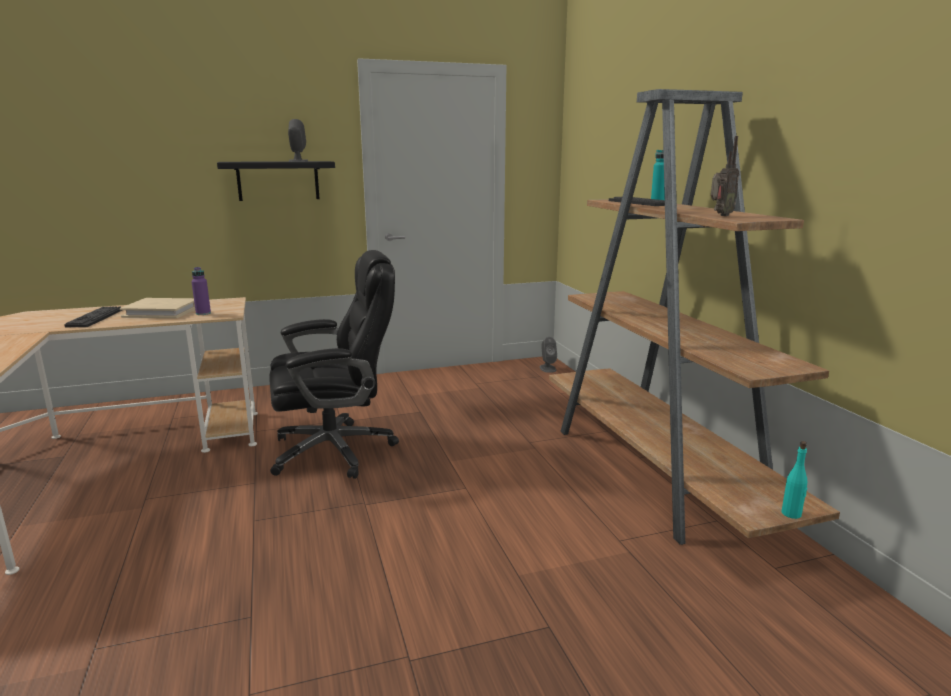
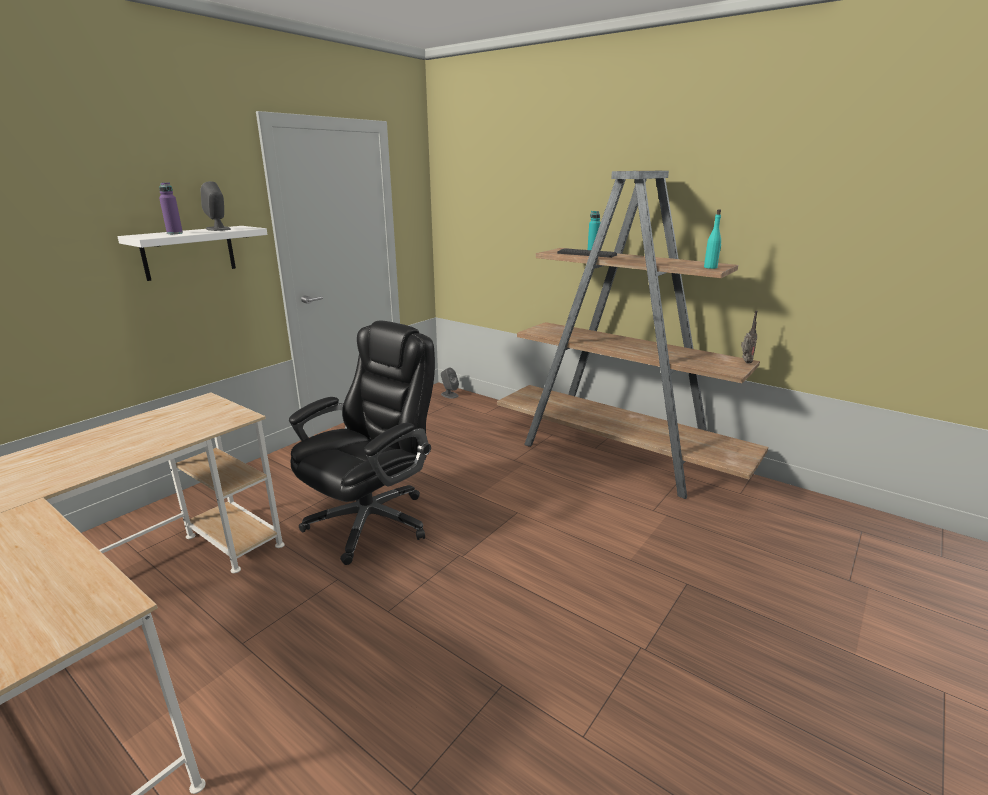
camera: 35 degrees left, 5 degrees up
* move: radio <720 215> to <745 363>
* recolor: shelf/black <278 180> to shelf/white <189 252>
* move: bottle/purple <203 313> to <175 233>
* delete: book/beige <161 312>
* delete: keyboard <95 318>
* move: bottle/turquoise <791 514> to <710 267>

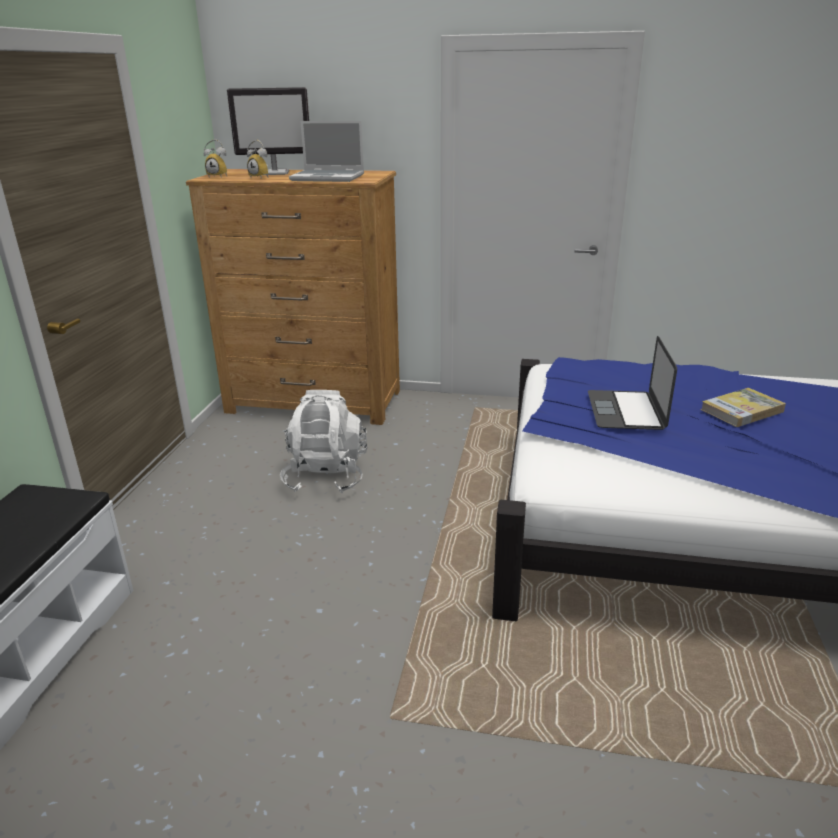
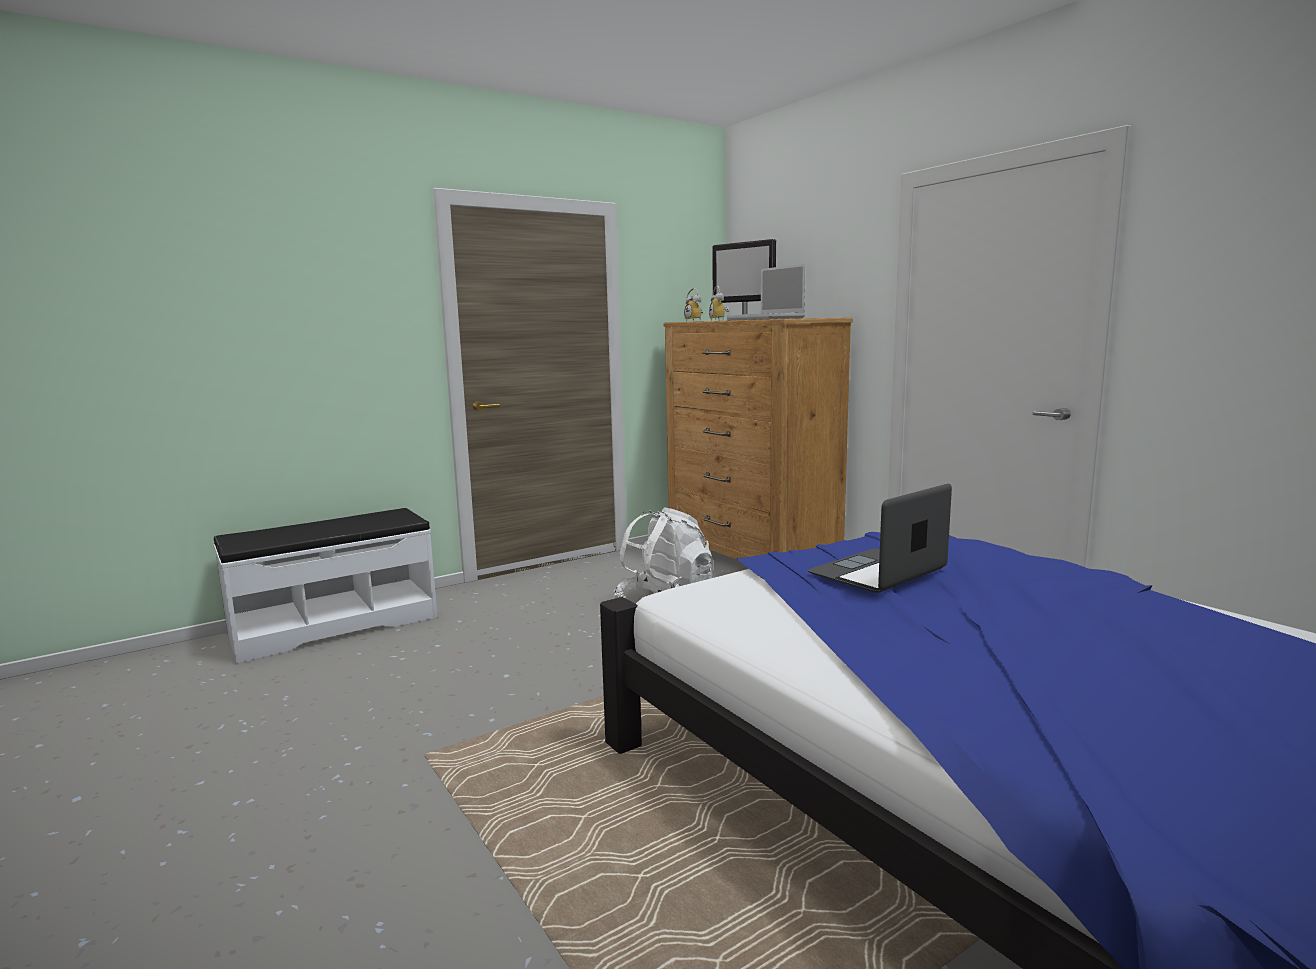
camera: 45 degrees right, 15 degrees down
* delete: book <742 410>

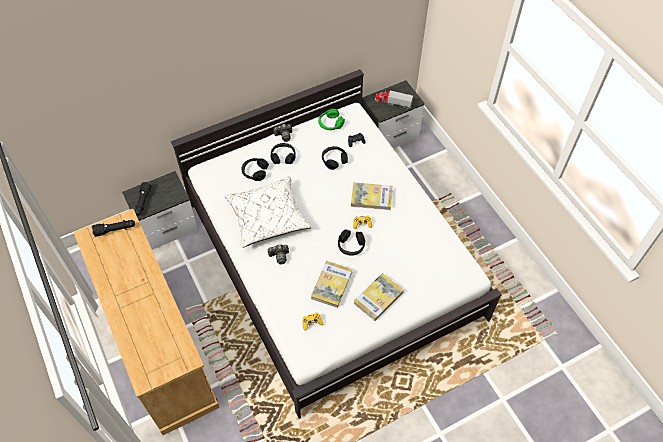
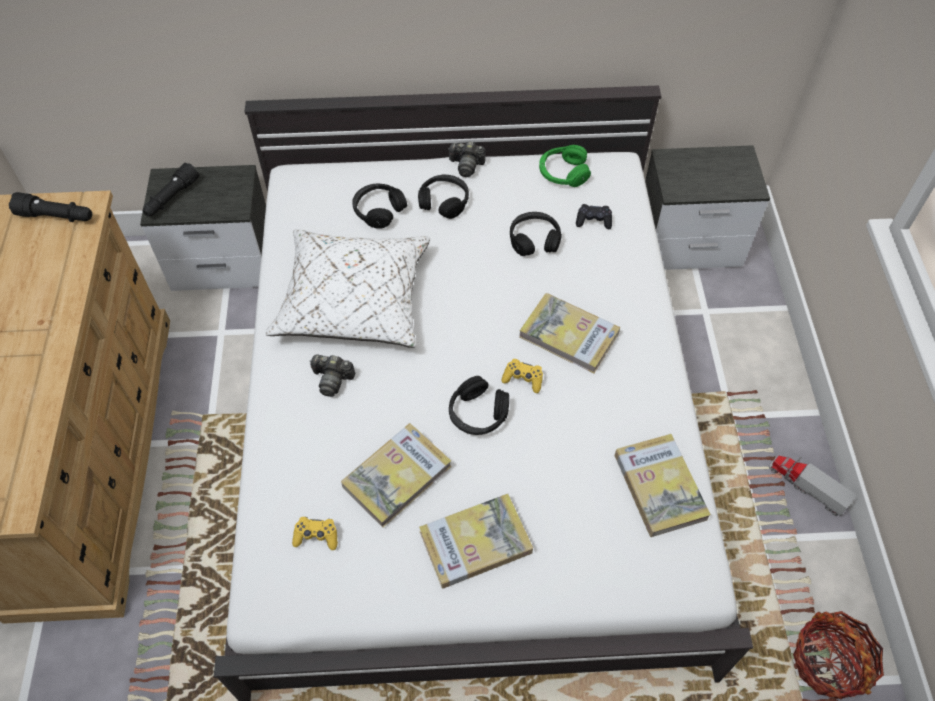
camera: 25 degrees right, 0 degrees up
* move: toy truck <393 102> to <807 487>
* insert: book <660 486>
* insert: basket <828 662>

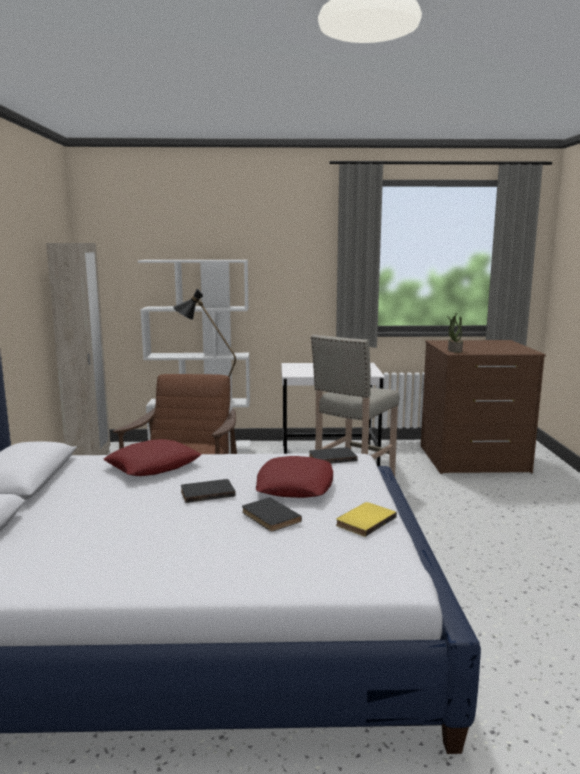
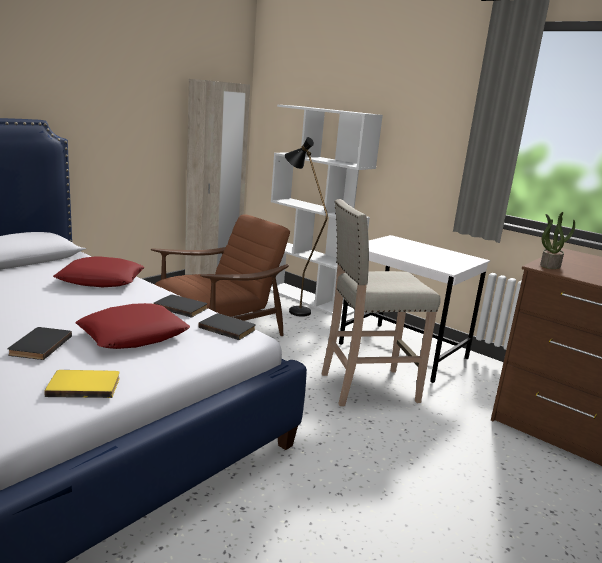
camera: 40 degrees right, 5 degrees up
* move: book/black <207 492> to <181 307>

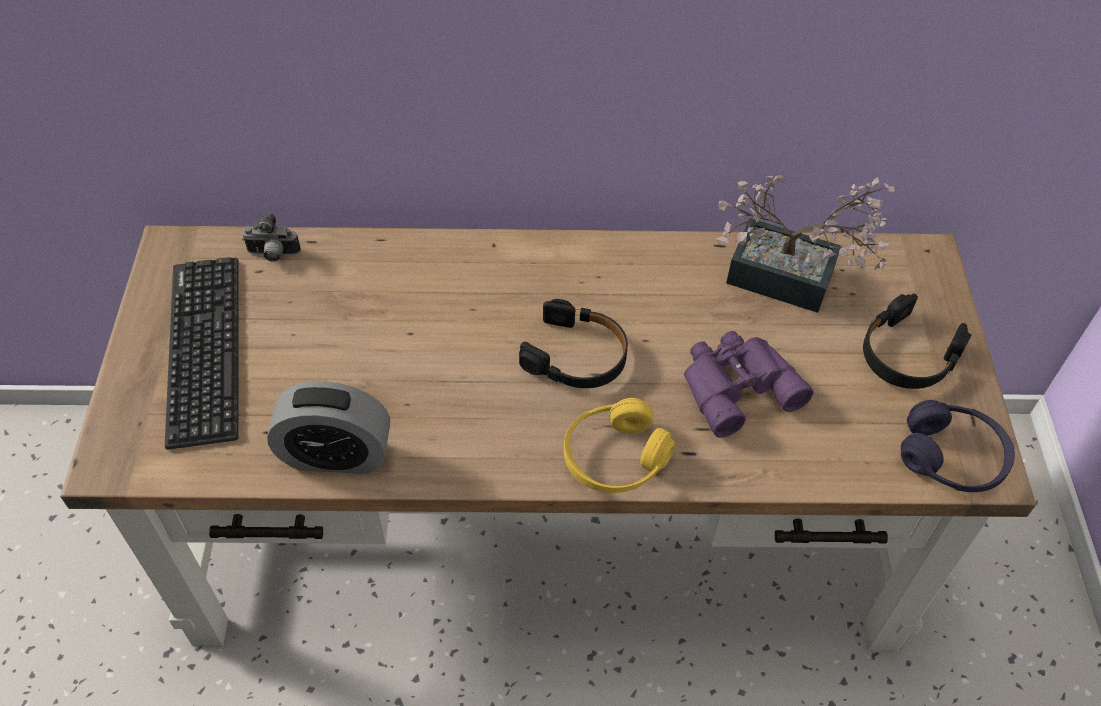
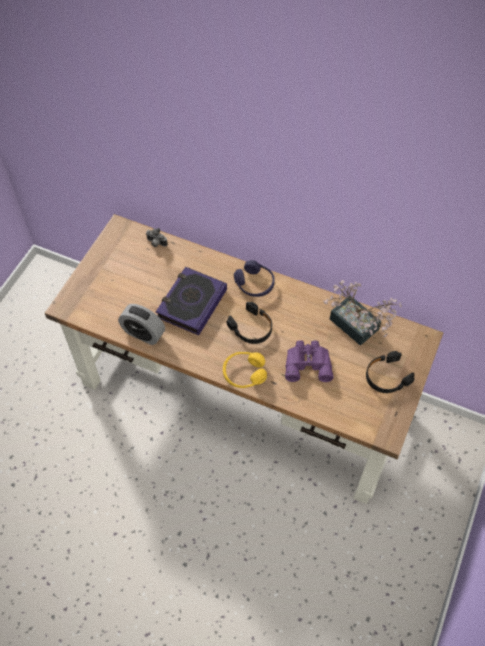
camera: 25 degrees right, 5 degrees up
* delete: keyboard <204 349>
* move: headphones/purple <951 457> to <254 284>
* insert: book <191 303>

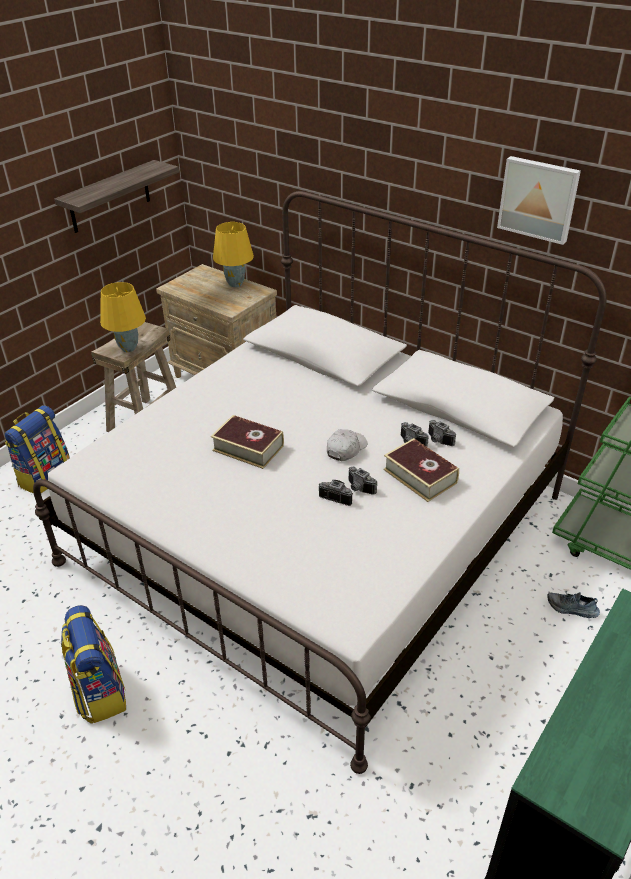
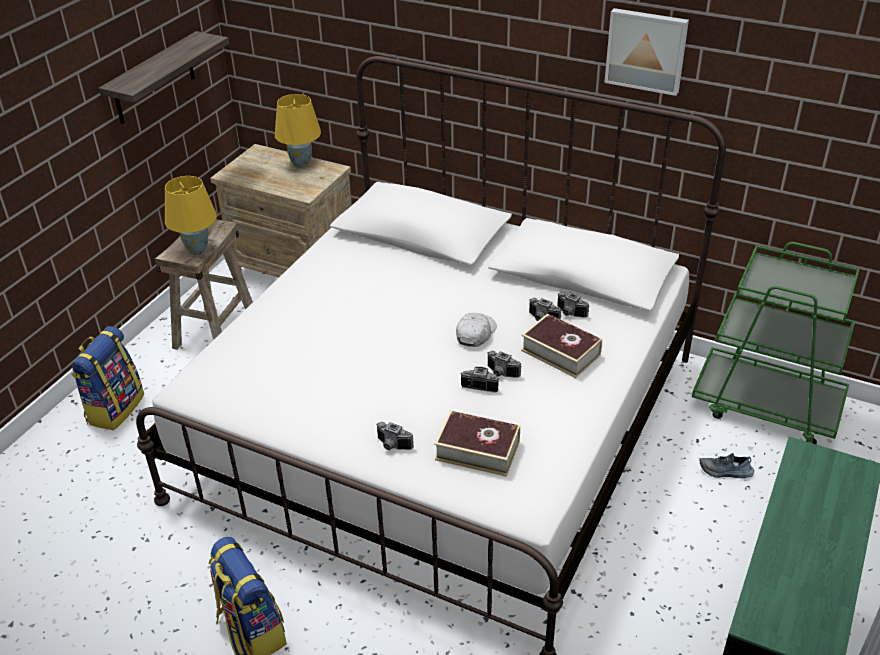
camera: 10 degrees left, 0 degrees up
* move: book <248 448> to <477 450>
* insert: photo camera <392 446>

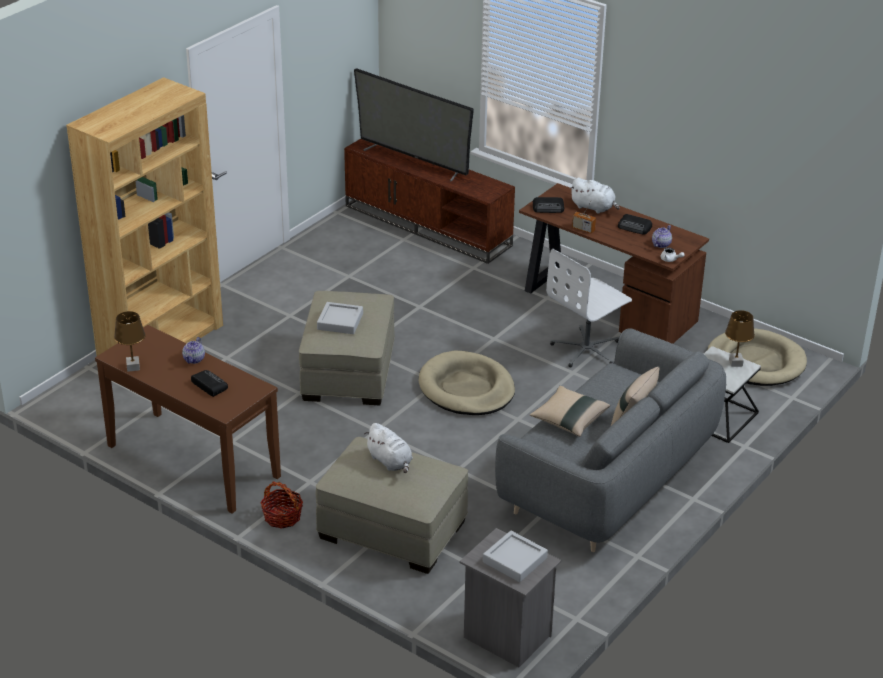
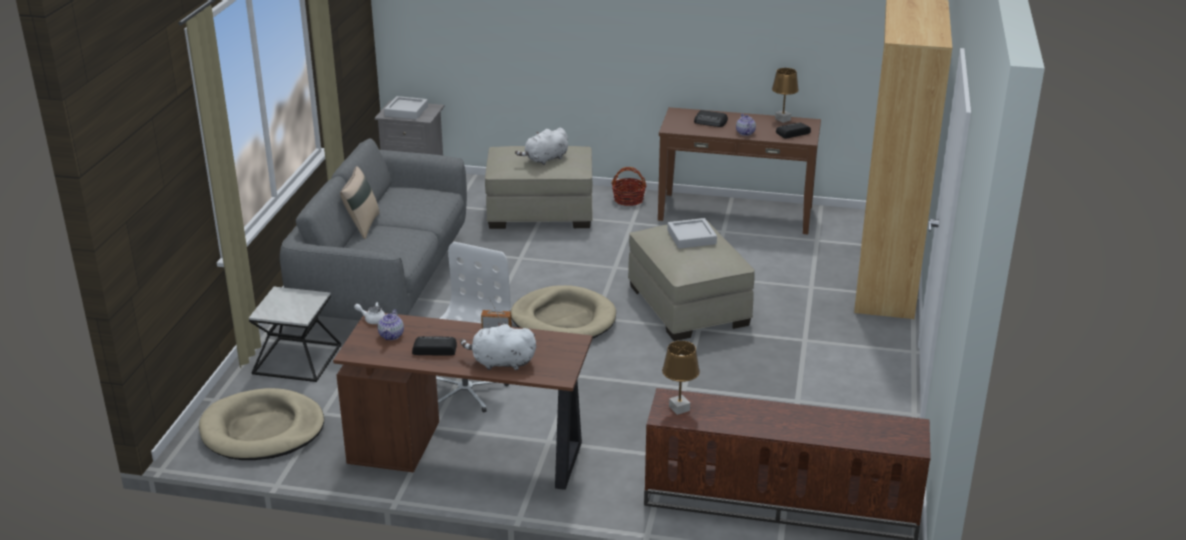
camera: 155 degrees right, 5 degrees down
* delete: television <413 160>
* move: radio <548 208> to <792 133>
* move: table lamp/brown <735 362> to <679 408>
* delete: pillow/beige <569 420>
* rotate: plush toy/white <390 462> = <545 159> 60 degrees counterclockwise

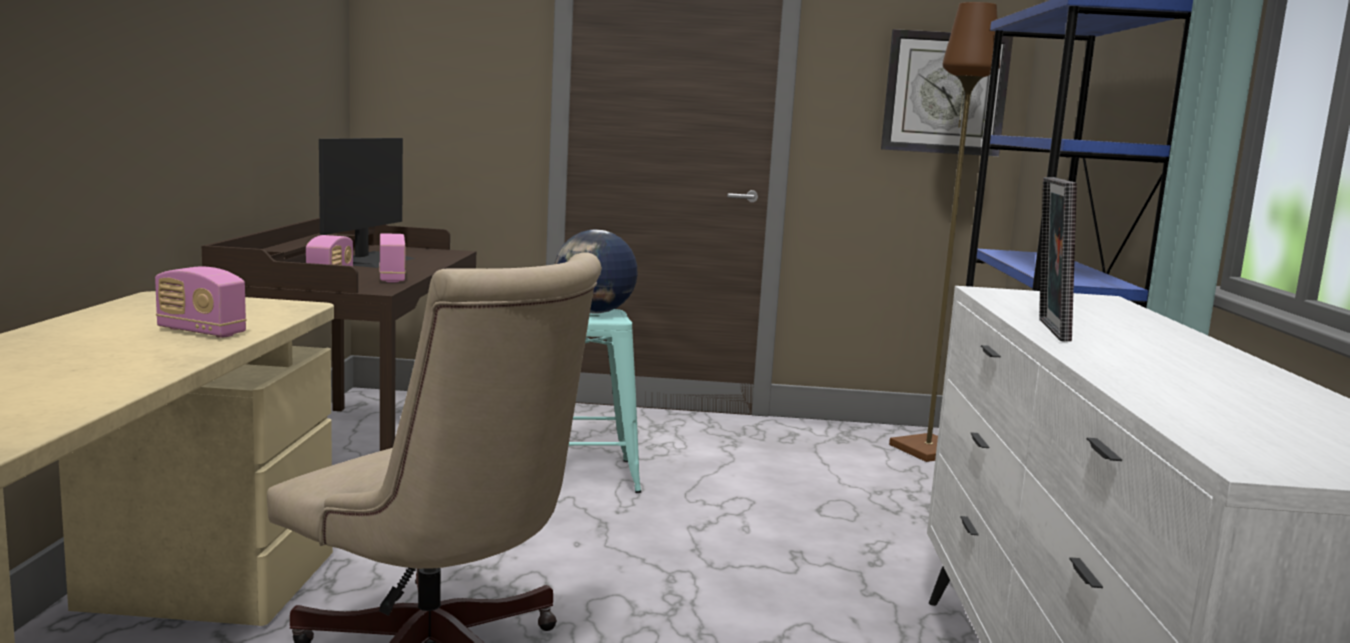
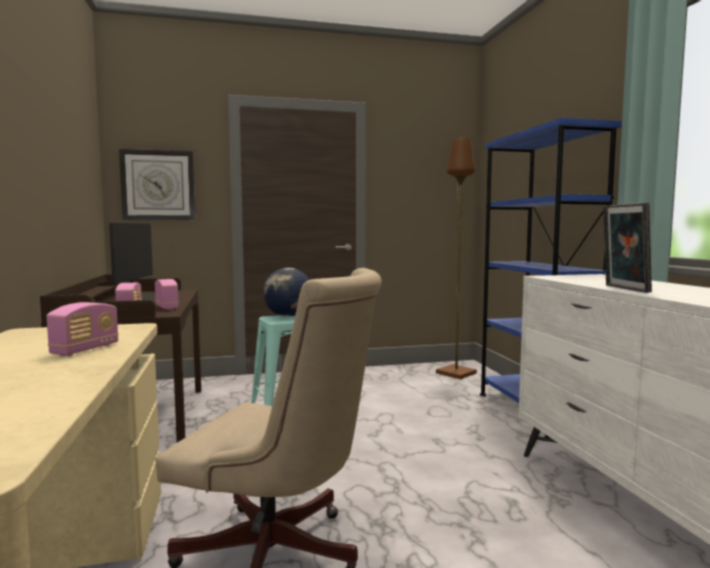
camera: 15 degrees left, 5 degrees down
* move: wall clock <945 93> to <158 185>
* rotate: radio <201 332> = <85 349> 75 degrees counterclockwise

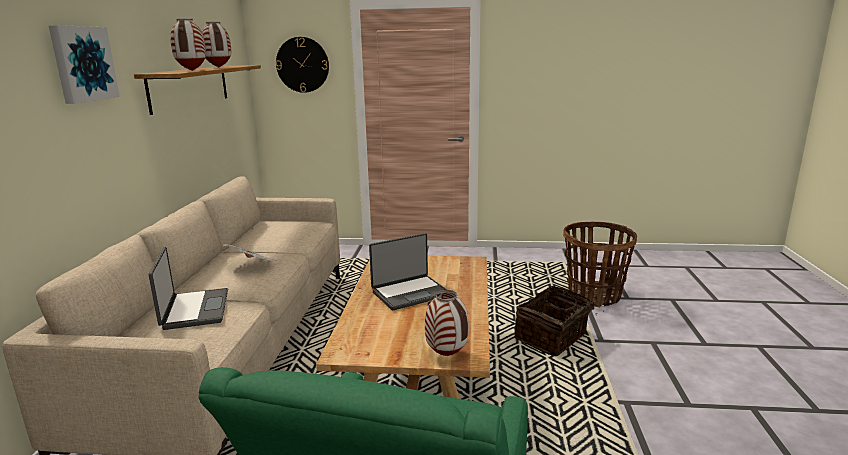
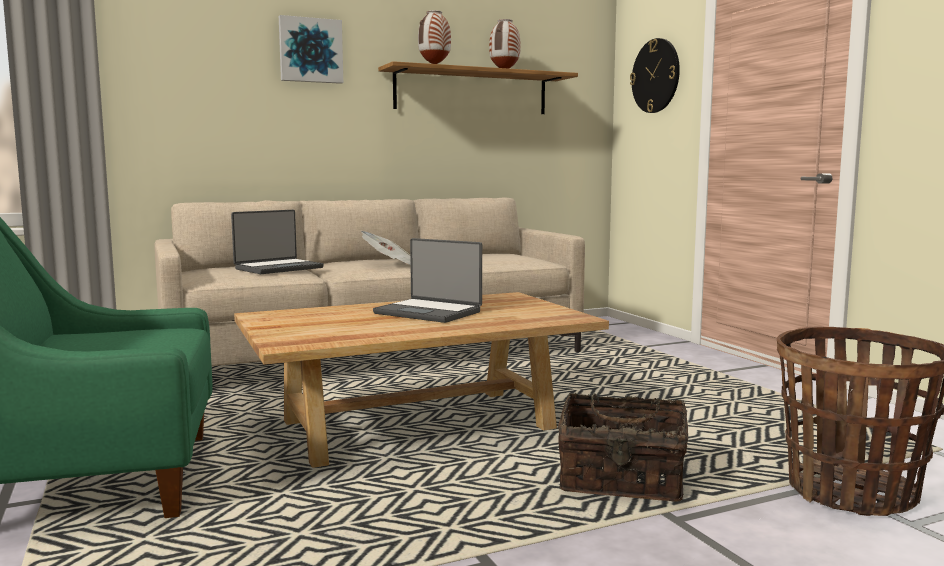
camera: 60 degrees right, 10 degrees down
* delete: vase <447 355>

